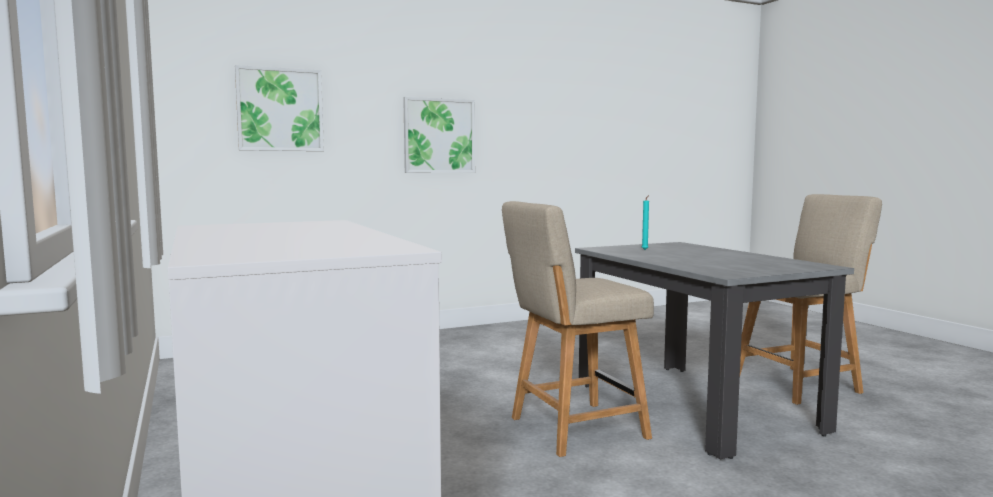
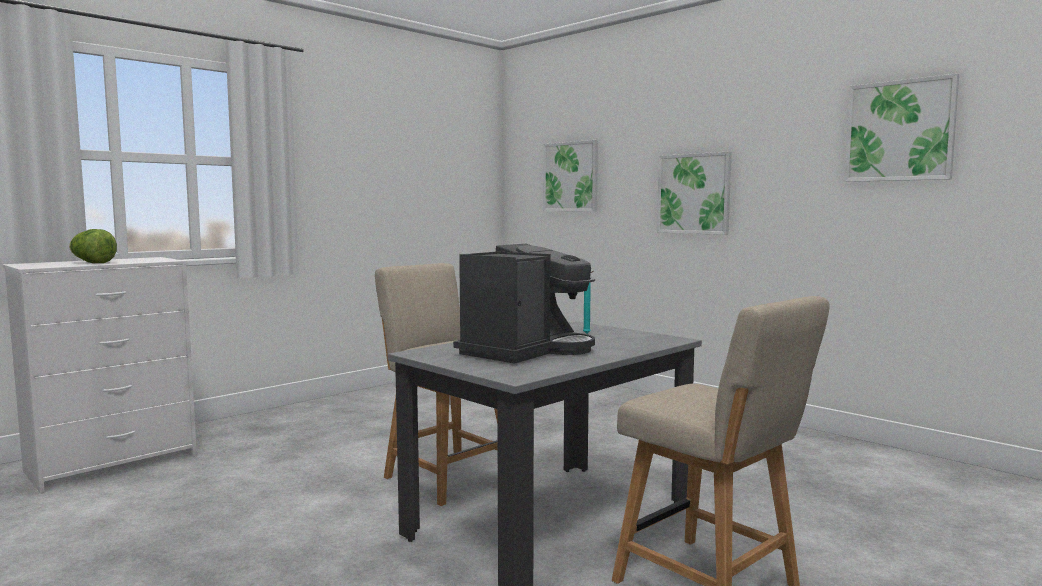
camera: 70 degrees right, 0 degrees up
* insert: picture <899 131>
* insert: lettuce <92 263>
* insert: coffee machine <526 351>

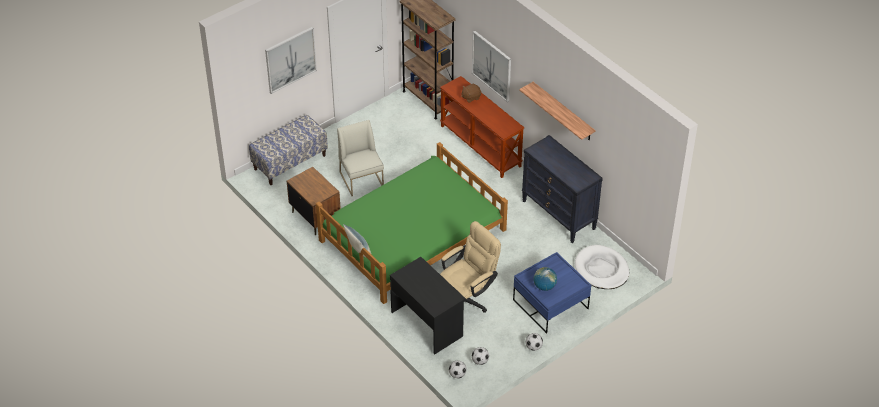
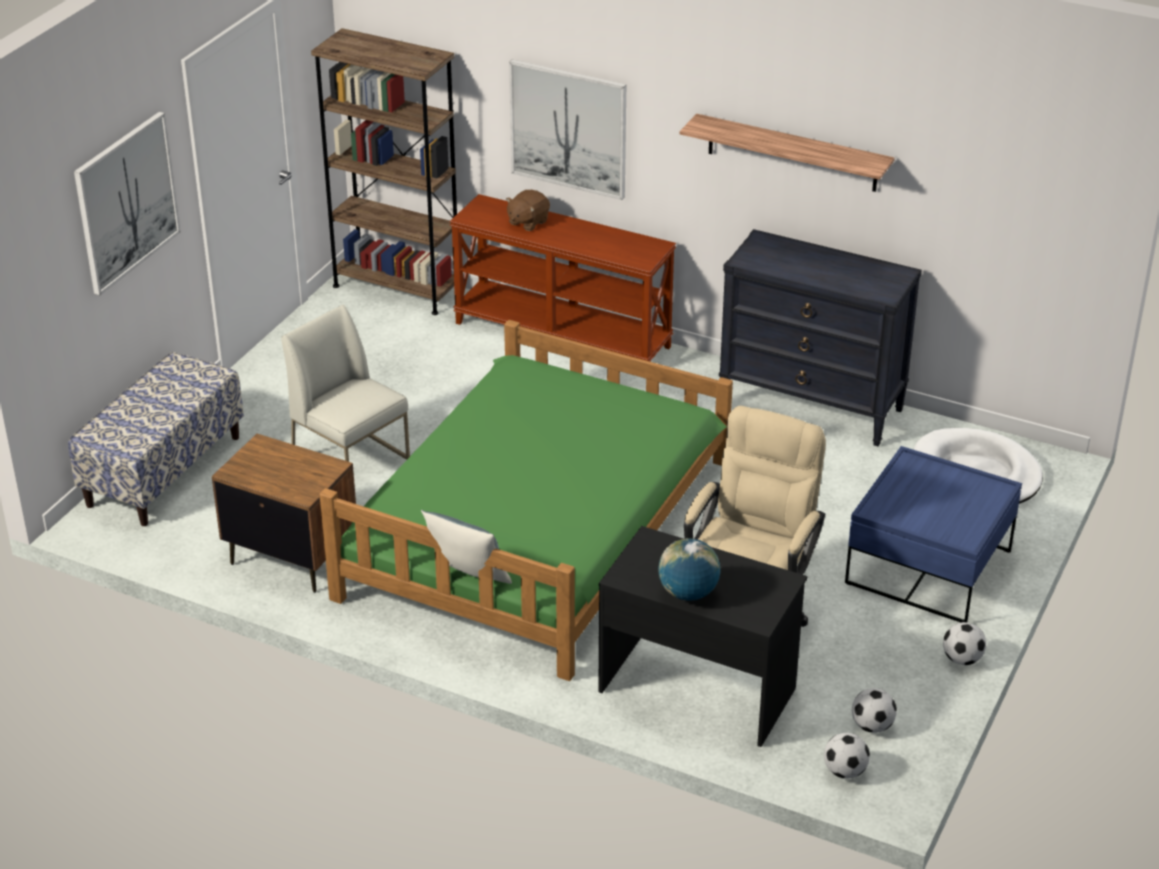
camera: 25 degrees left, 10 degrees down
* move: globe <544 286> to <688 593>

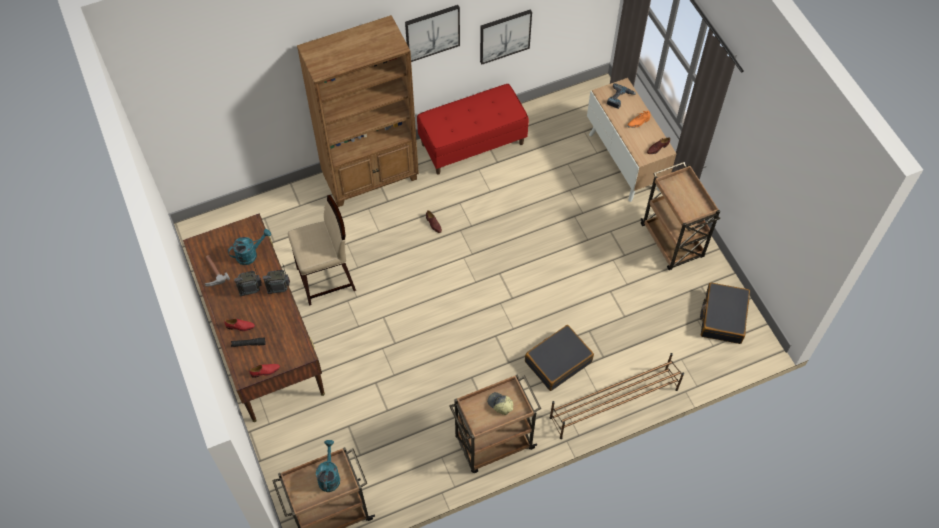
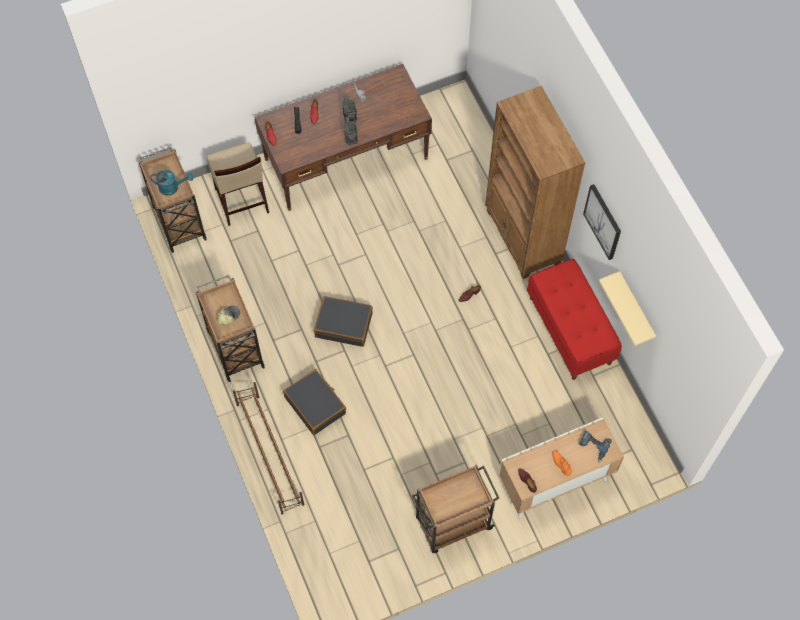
camera: 90 degrees right, 5 degrees up
* replace: picture <504 36> to shelf/beige <635 308>
* move: stool/beige <327 279> to <241 201>
* delete: watering can/turquoise <250 254>
* move: suitcase/black <722 317> to <344 324>

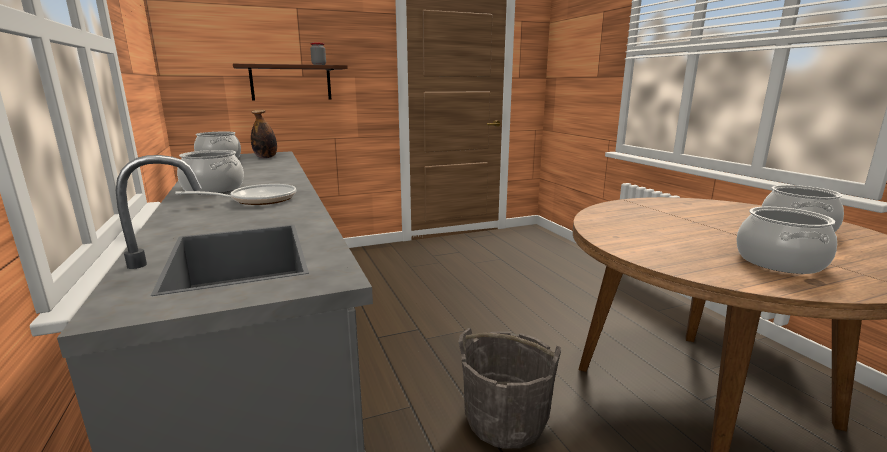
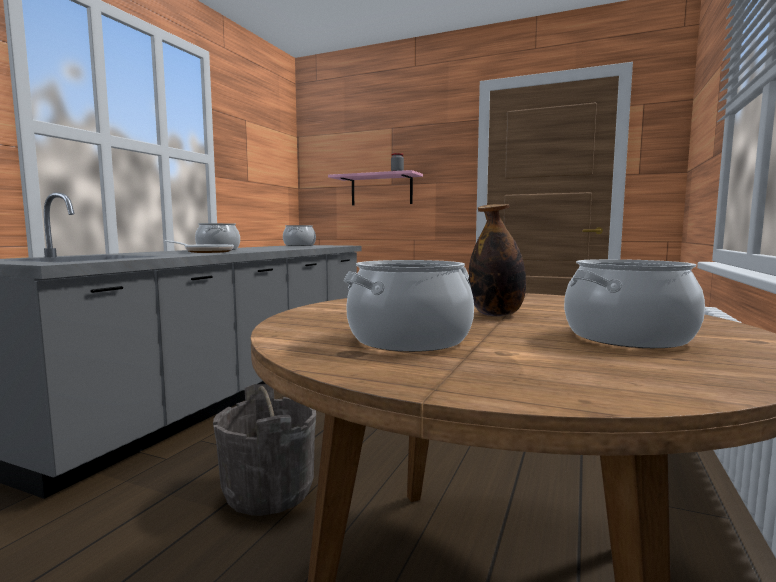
camera: 45 degrees right, 10 degrees down
* recolor: shelf/brown <291 83> to shelf/pink <381 190>
* move: bottle <266 157> to <496 314>

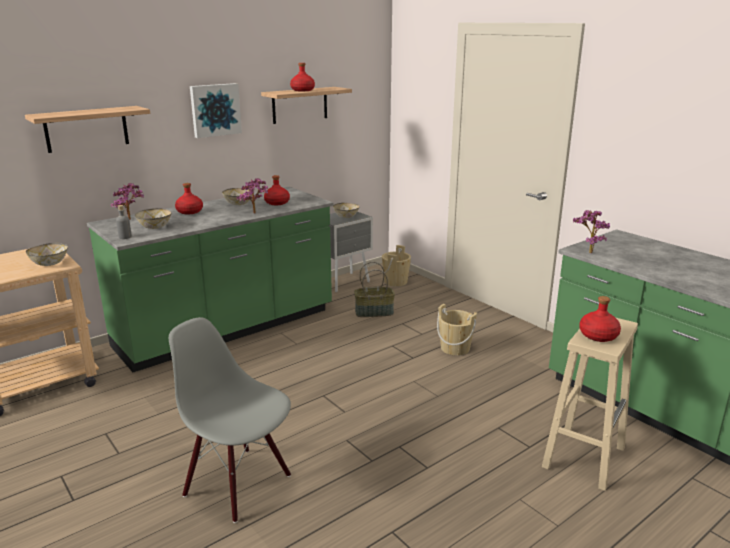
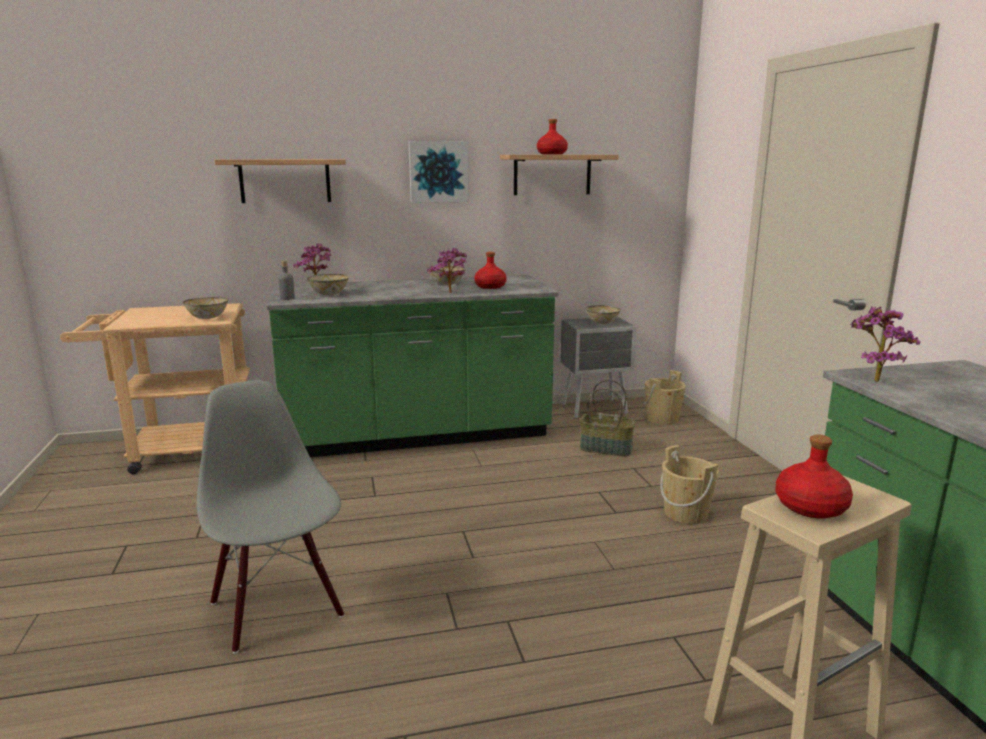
camera: 25 degrees right, 5 degrees down
* delete: bottle/red <189 212>

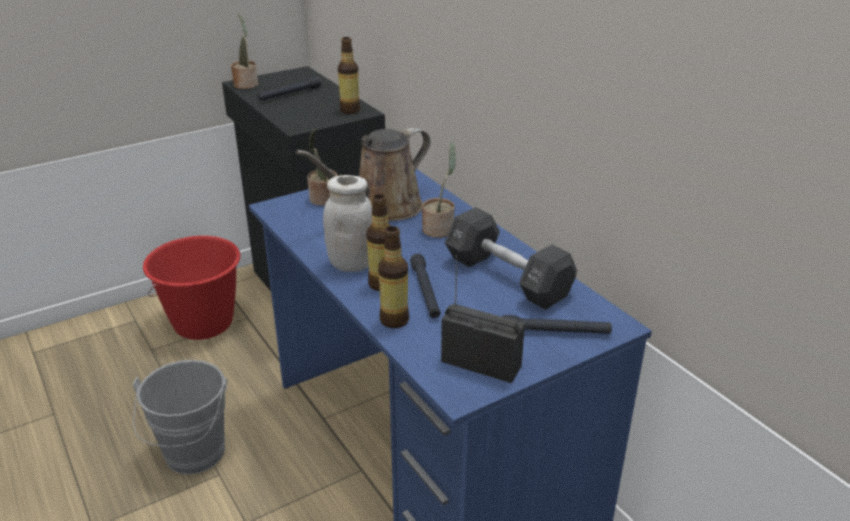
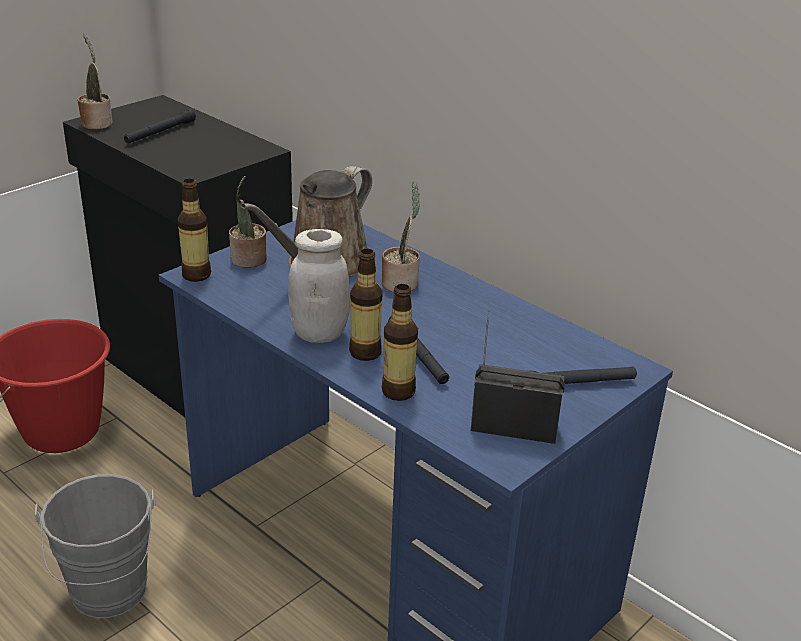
camera: 15 degrees left, 0 degrees up
* move: bottle <350 110> to <196 275>
* delete: dumbbell/black <507 277>

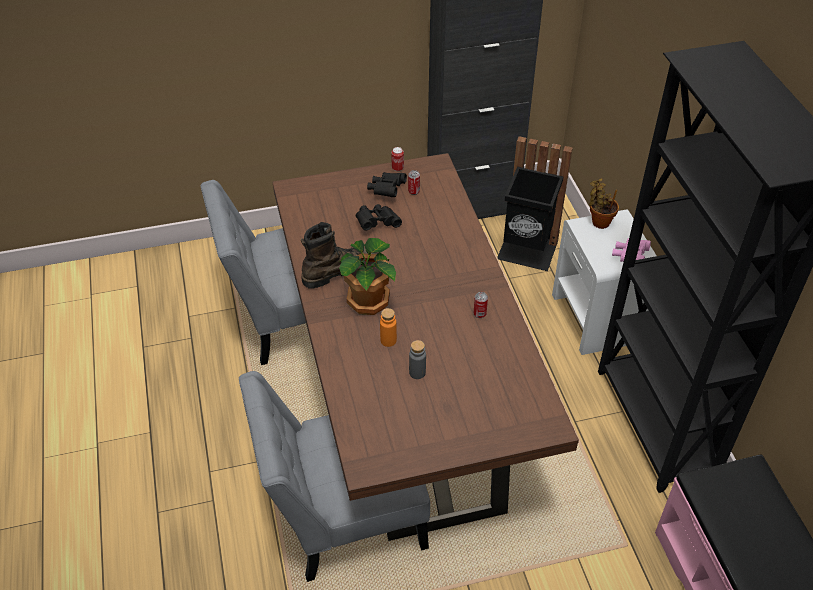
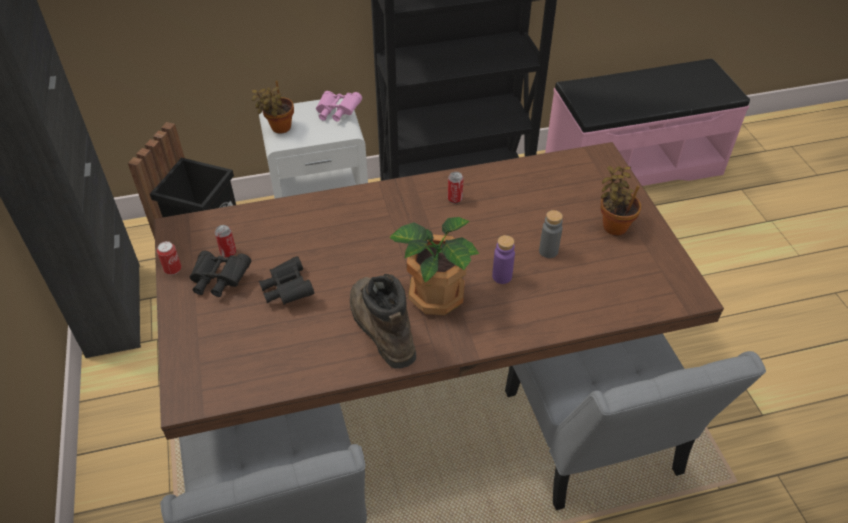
camera: 90 degrees left, 0 degrees up
* recolor: bottle/orange <388 340> to bottle/purple <502 276>
* insert: potted plant <613 225>

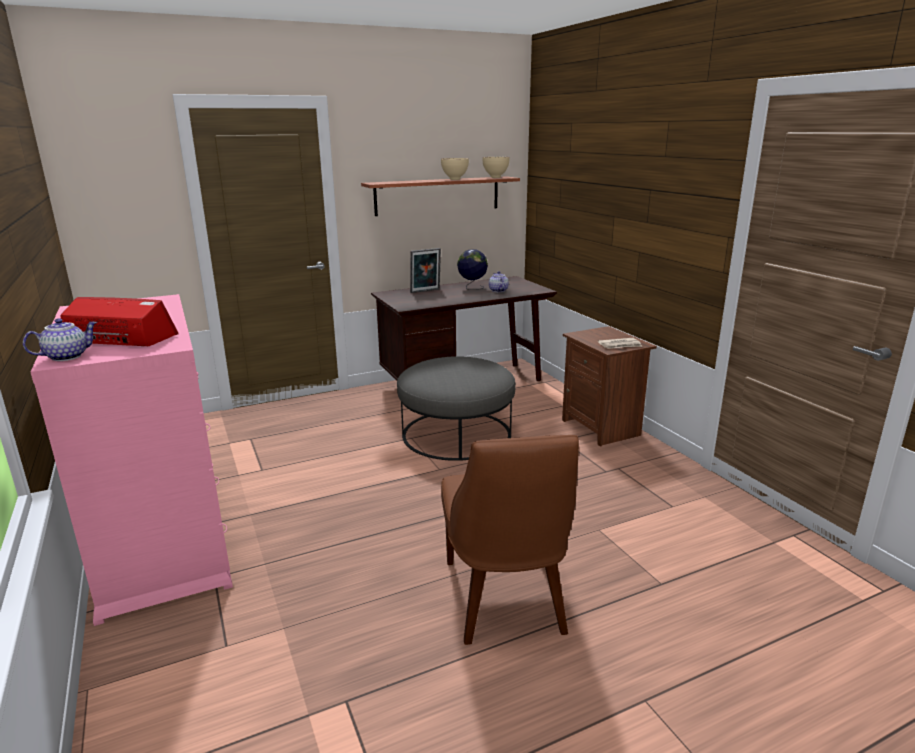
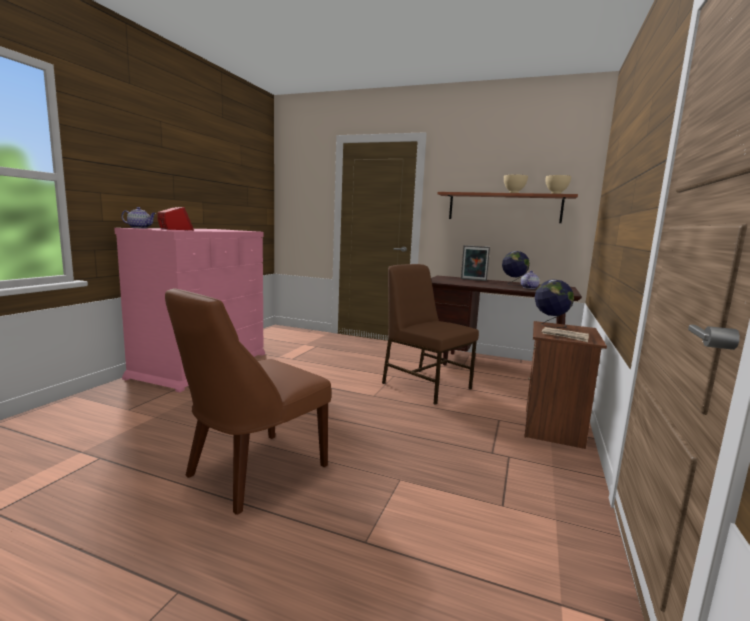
camera: 45 degrees right, 10 degrees down
* replace: ottoman/grey <456 434> to chair/brown <425 385>
* insert: globe <550 325>

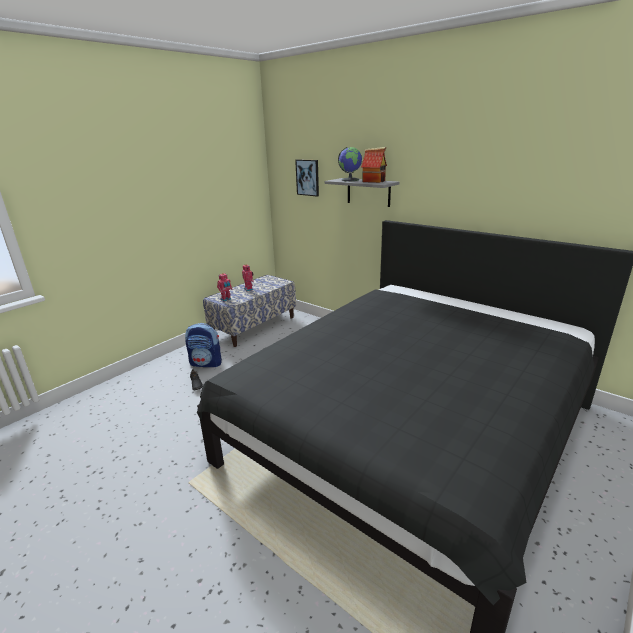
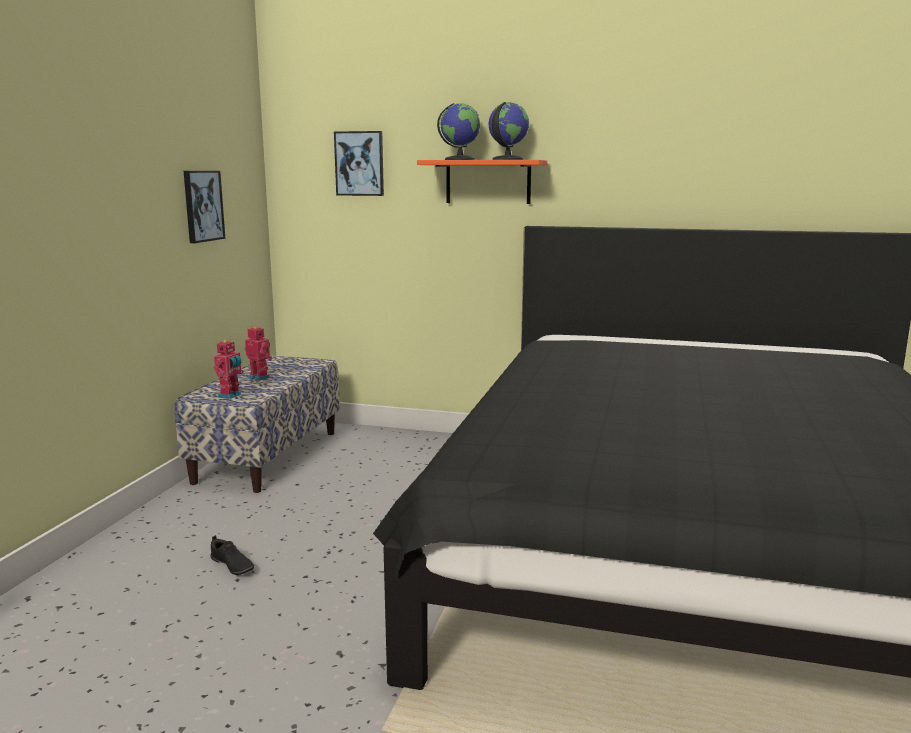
camera: 25 degrees left, 10 degrees down
* replace: toy house <374 181> to globe <507 159>
* recolor: shelf/grey <368 192> to shelf/orange <488 182>
* delete: backpack <206 363>
* insert: picture <202 206>

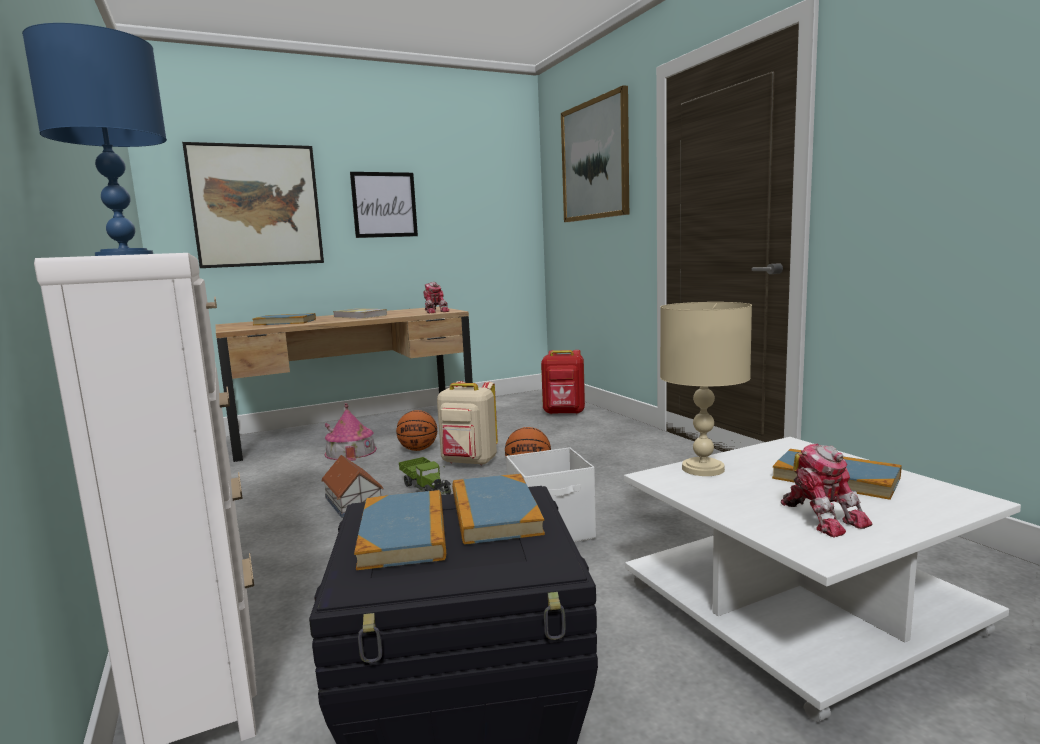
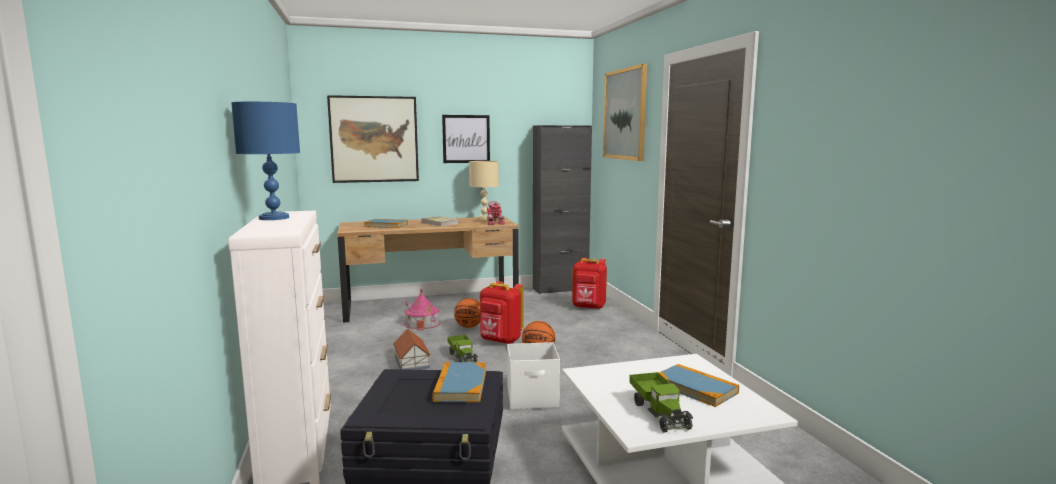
camera: 10 degrees right, 0 degrees up
* move: table lamp/beige <704 469> to <484 218>
* recolor: backpack/beige <469 462> to backpack/red <500 341>
* replace: toy robot <821 517> to toy truck <659 412>
* delete: book <404 534>
* insert: cabinet/black <560 289>

